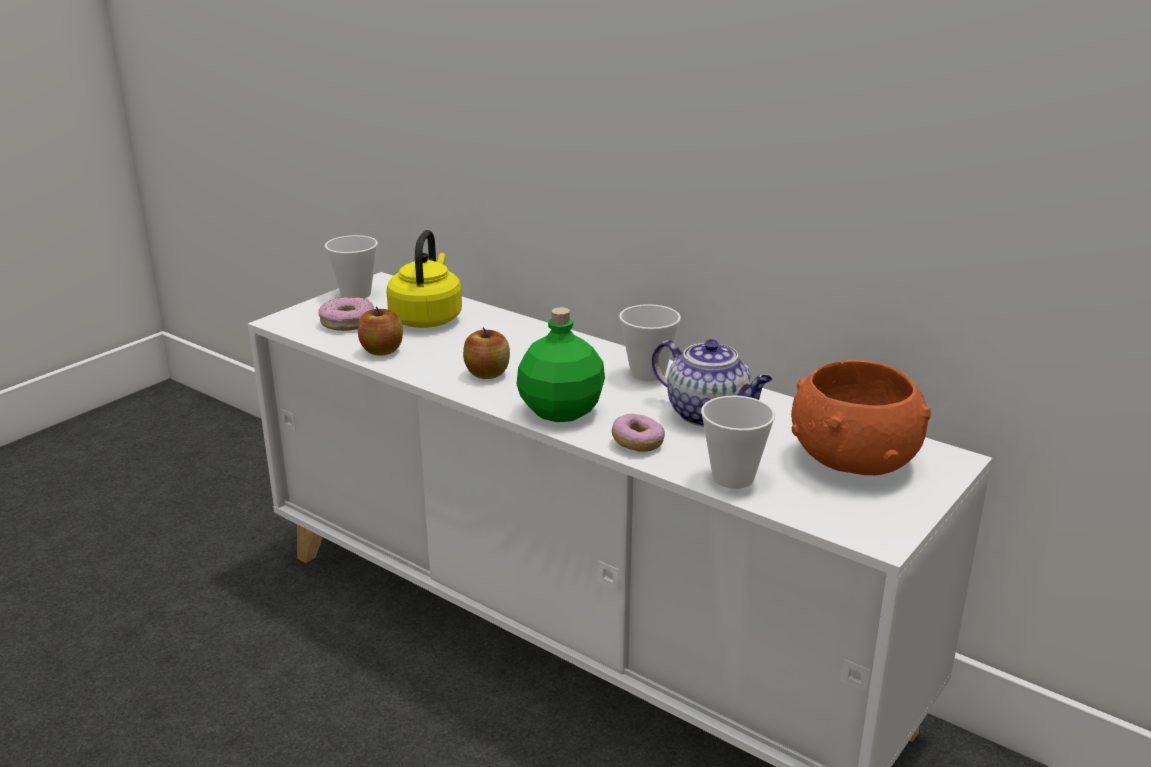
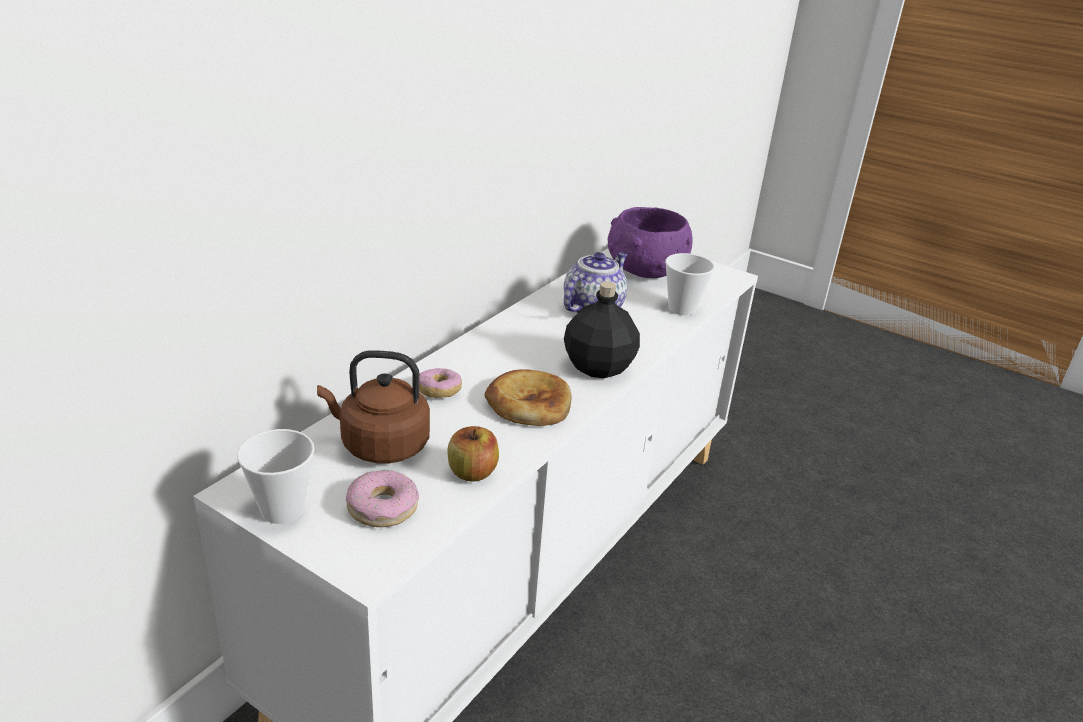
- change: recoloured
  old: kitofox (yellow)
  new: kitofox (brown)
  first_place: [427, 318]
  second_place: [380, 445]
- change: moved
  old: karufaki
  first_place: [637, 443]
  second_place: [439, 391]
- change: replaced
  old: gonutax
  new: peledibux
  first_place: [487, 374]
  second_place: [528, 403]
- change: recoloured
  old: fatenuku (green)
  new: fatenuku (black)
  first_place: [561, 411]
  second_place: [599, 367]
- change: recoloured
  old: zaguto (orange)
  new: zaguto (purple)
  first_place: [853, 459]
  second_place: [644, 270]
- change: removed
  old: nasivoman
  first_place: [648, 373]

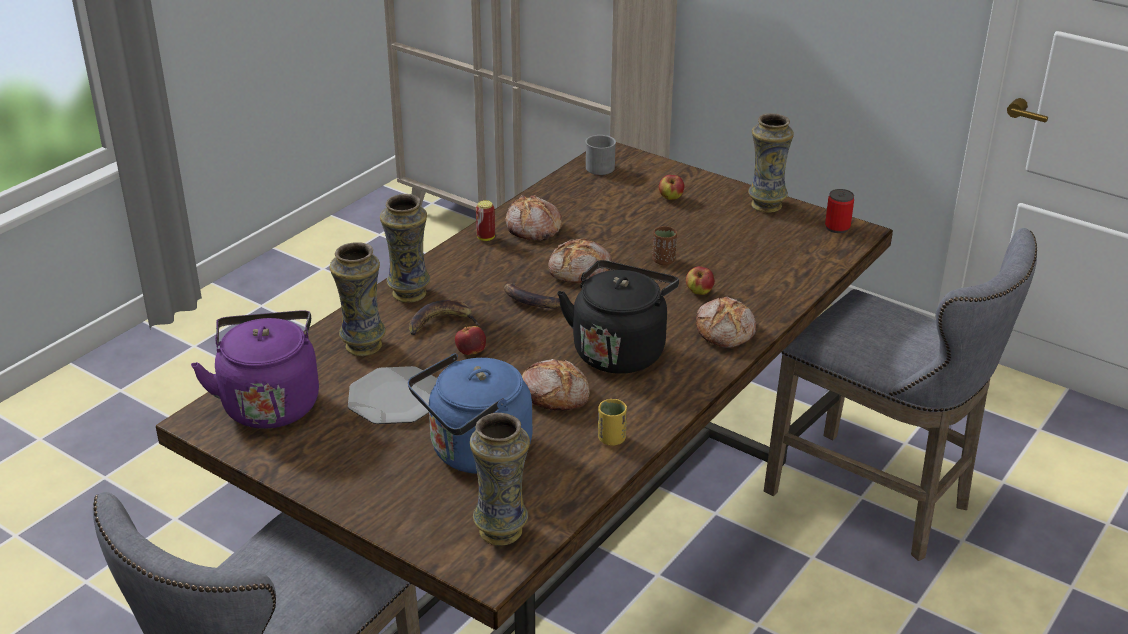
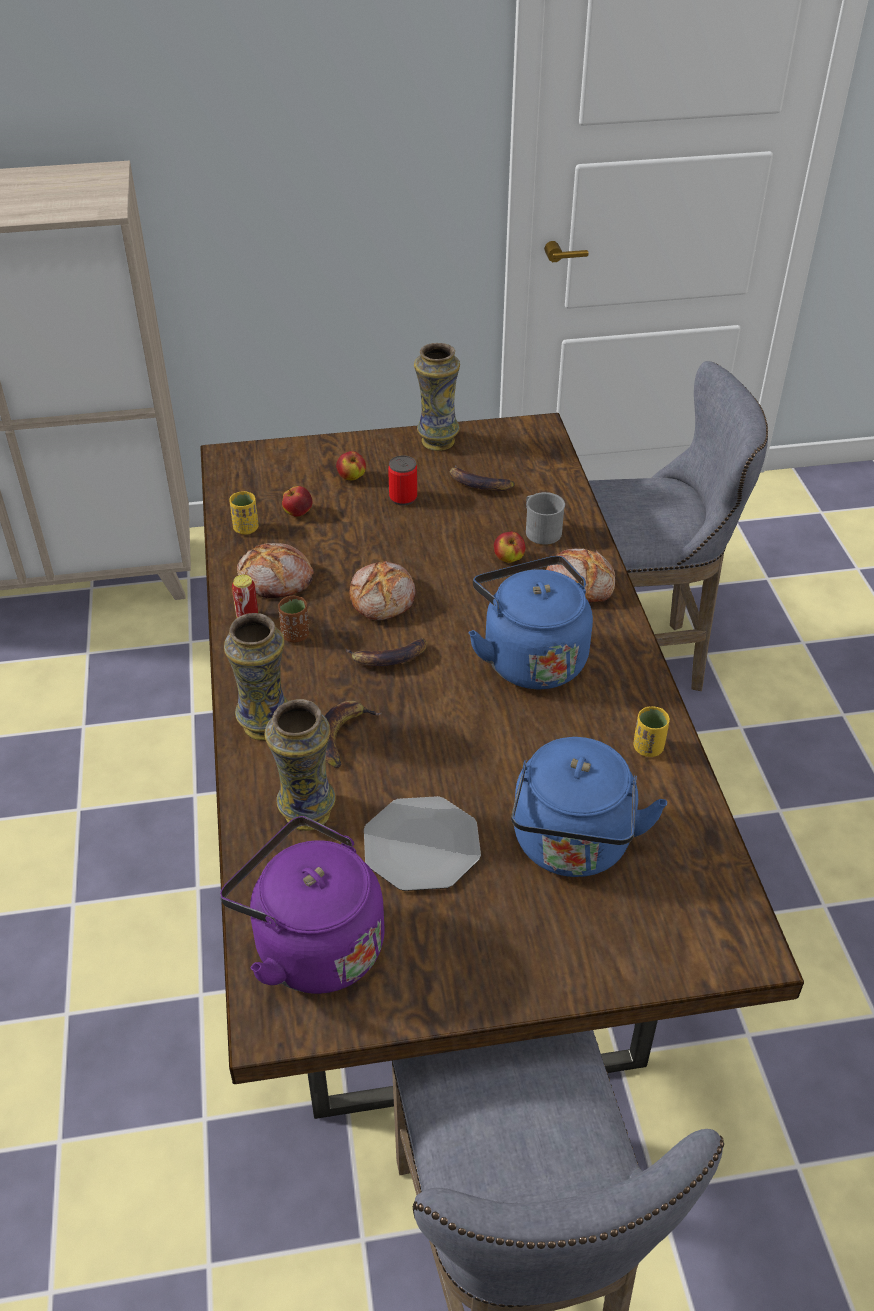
- change: added
  new: nasivoman (yellow)
  second_place: [246, 528]
- change: moved
  old: nasivoman (brown)
  first_place: [663, 260]
  second_place: [295, 635]
- change: moved
  old: gonutax
  first_place: [470, 352]
  second_place: [298, 513]
- change: moved
  old: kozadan
  first_place: [837, 227]
  second_place: [403, 498]
- change: added
  new: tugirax
  second_place: [478, 484]
- change: recoloured
  old: kitofox (black)
  new: kitofox (blue)
  first_place: [620, 350]
  second_place: [530, 657]
- change: moved
  old: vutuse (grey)
  first_place: [601, 166]
  second_place: [540, 530]
- change: removed
  old: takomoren
  first_place: [502, 530]
- change: removed
  old: peledibux
  first_place: [554, 394]

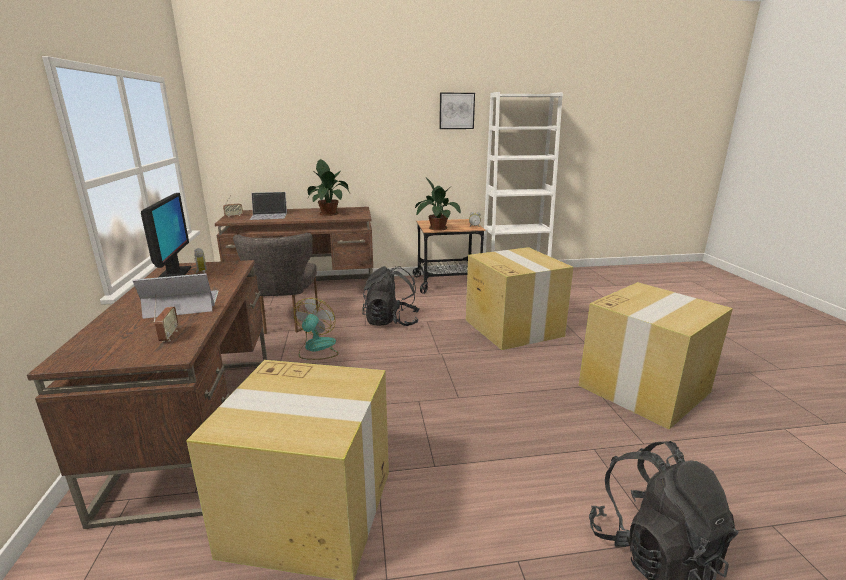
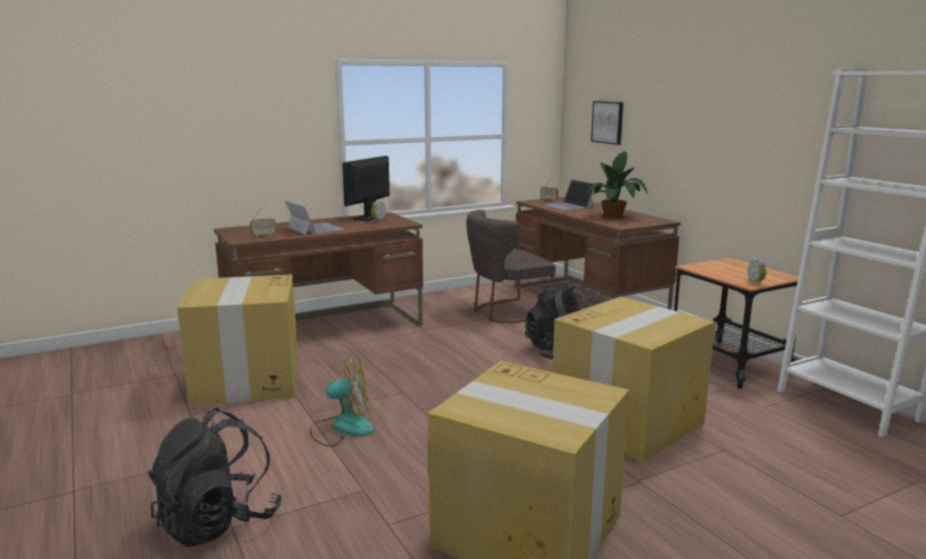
- change: moved
  old: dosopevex
  first_place: [317, 348]
  second_place: [342, 428]
- change: turned
  old: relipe
  first_place: [174, 274]
  second_place: [370, 217]
  degrees: 150
- change: moved
  old: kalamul
  first_place: [456, 111]
  second_place: [608, 122]
- change: removed
  old: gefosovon
  first_place: [436, 228]

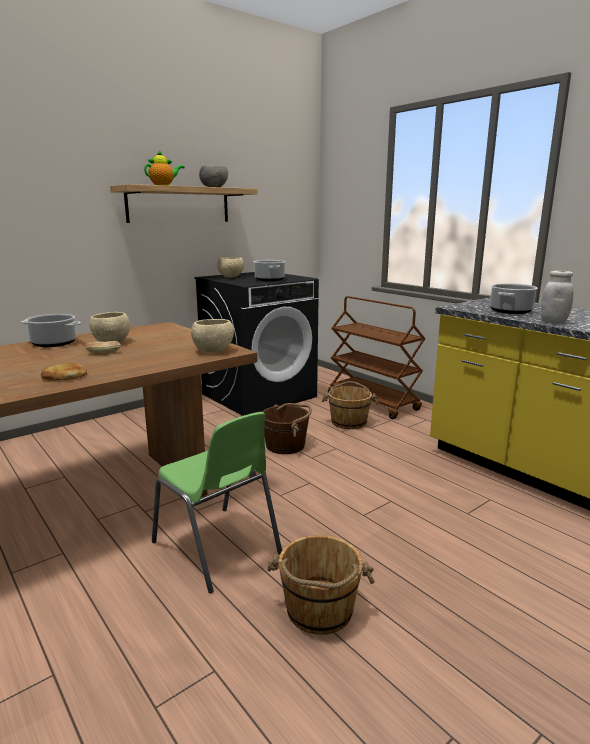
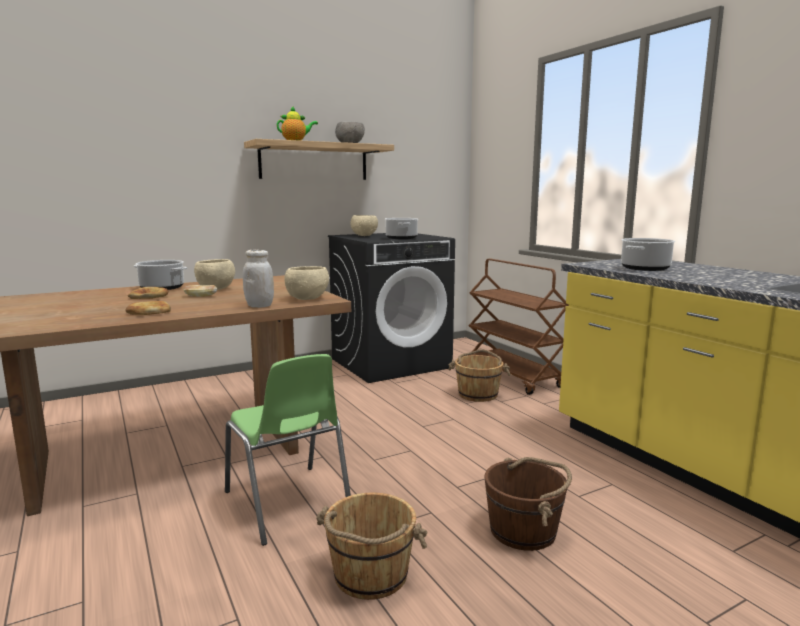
- change: added
  new: peledibux
  second_place: [149, 296]
- change: moved
  old: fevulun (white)
  first_place: [553, 322]
  second_place: [259, 306]
- change: moved
  old: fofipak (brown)
  first_place: [286, 445]
  second_place: [524, 530]

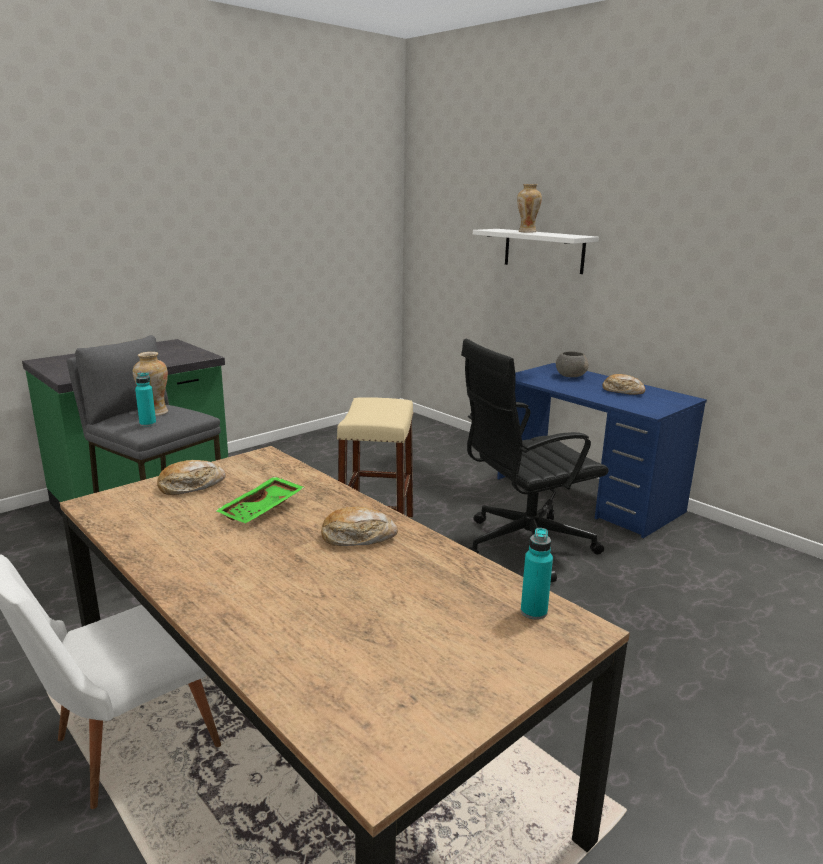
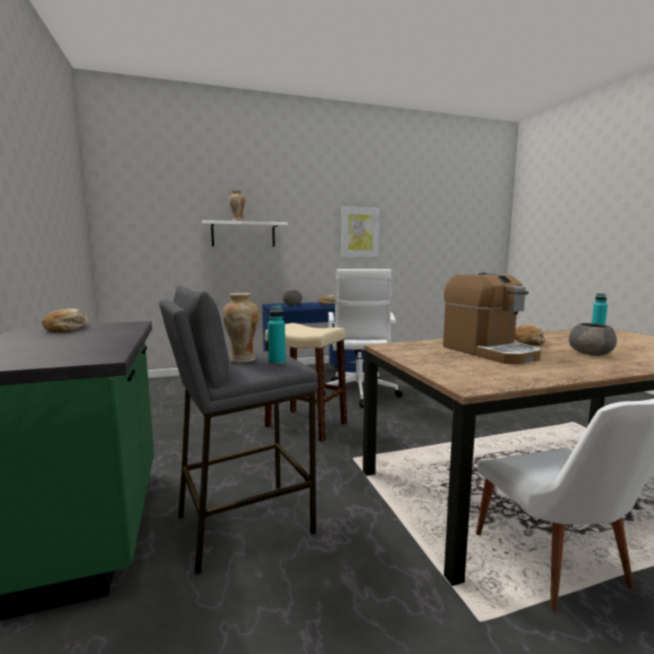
- change: moved
  old: peledibux
  first_place: [191, 486]
  second_place: [67, 329]
- change: recoloured
  old: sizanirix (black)
  new: sizanirix (white)
  first_place: [523, 546]
  second_place: [358, 394]
- change: added
  new: kalamul
  second_place: [359, 232]
- change: replaced
  old: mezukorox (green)
  new: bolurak
  first_place: [262, 510]
  second_place: [489, 352]
- change: added
  new: zaguto (grey)
  second_place: [591, 354]

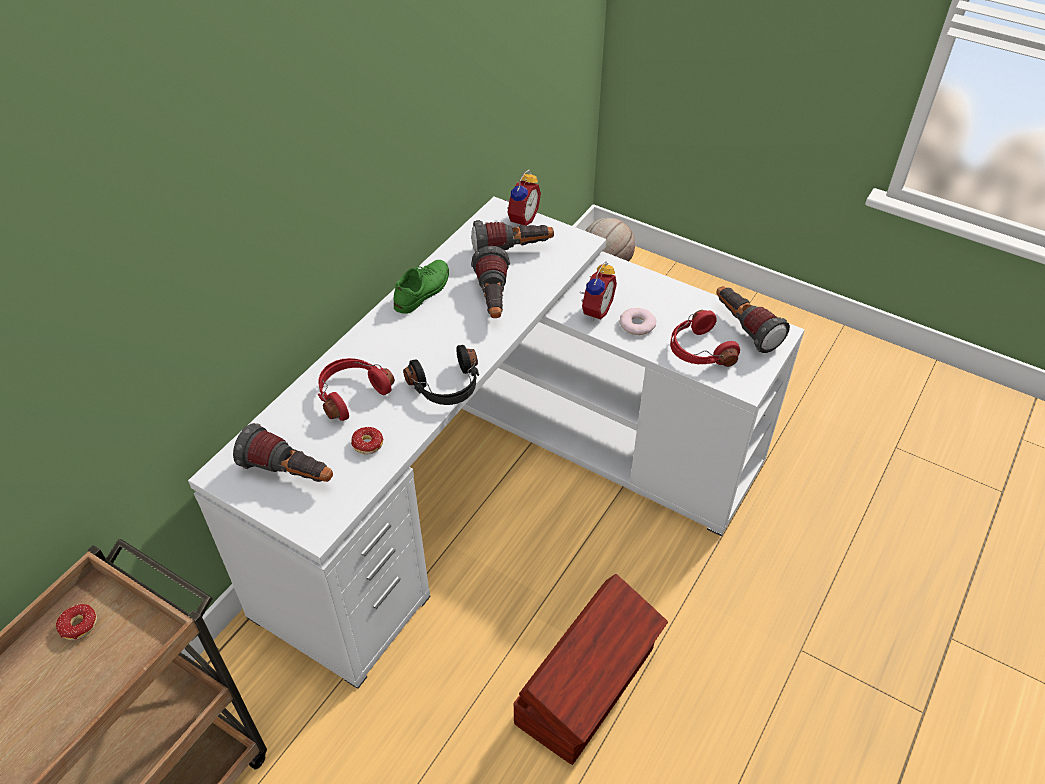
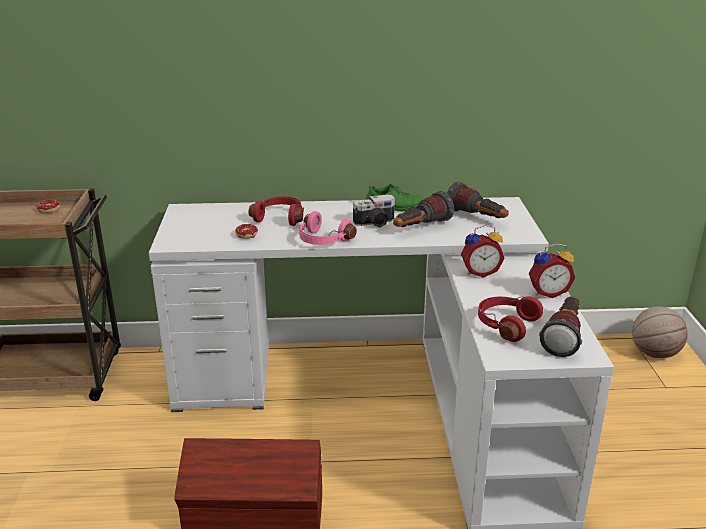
- change: recoloured
  old: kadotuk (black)
  new: kadotuk (pink)
  first_place: [447, 387]
  second_place: [322, 240]
- change: added
  new: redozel
  second_place: [375, 223]
- change: moved
  old: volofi
  first_place: [521, 219]
  second_place: [548, 292]
- change: removed
  old: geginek
  first_place: [290, 473]
- change: removed
  old: karufaki
  first_place: [637, 324]

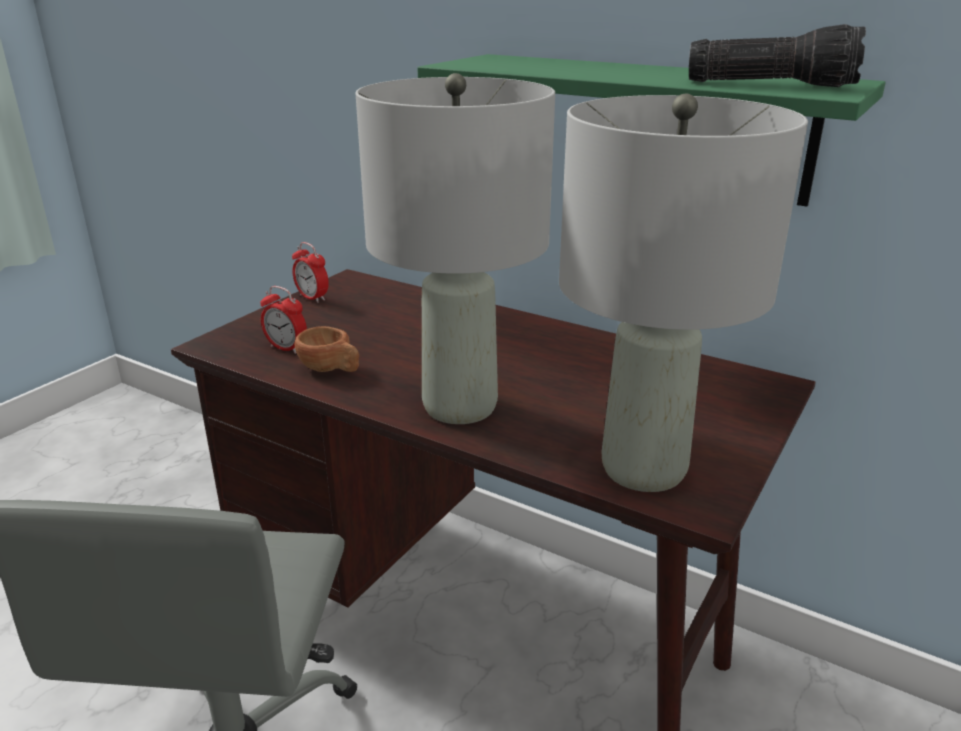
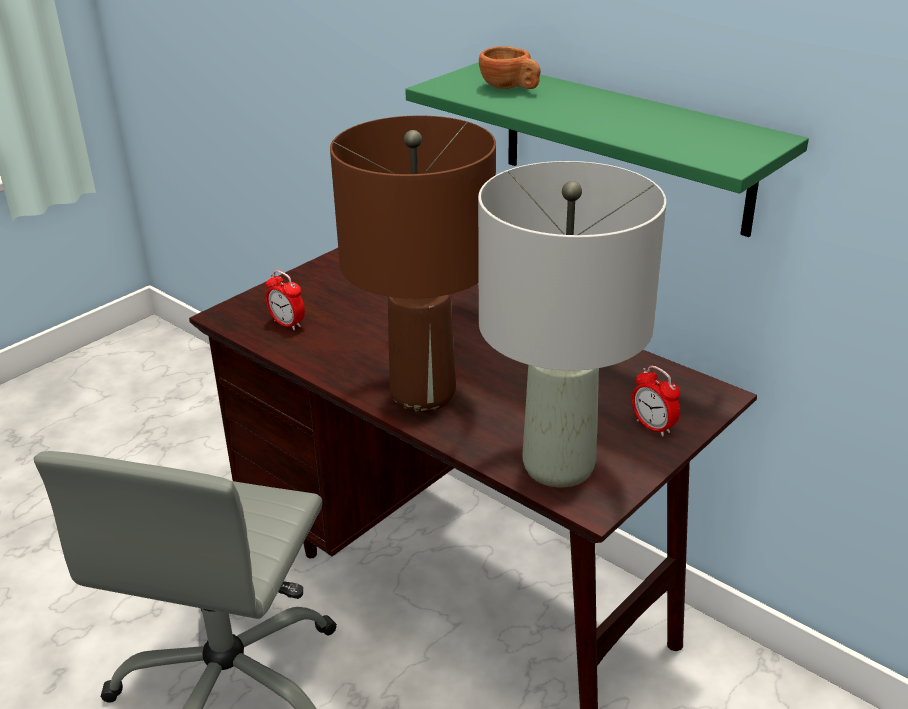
- change: recoloured
  old: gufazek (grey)
  new: gufazek (brown)
  first_place: [459, 405]
  second_place: [422, 394]
- change: moved
  old: nasivoman (brown)
  first_place: [331, 369]
  second_place: [510, 88]
- change: moved
  old: volofi
  first_place: [312, 298]
  second_place: [653, 427]
- change: removed
  old: geginek
  first_place: [771, 84]

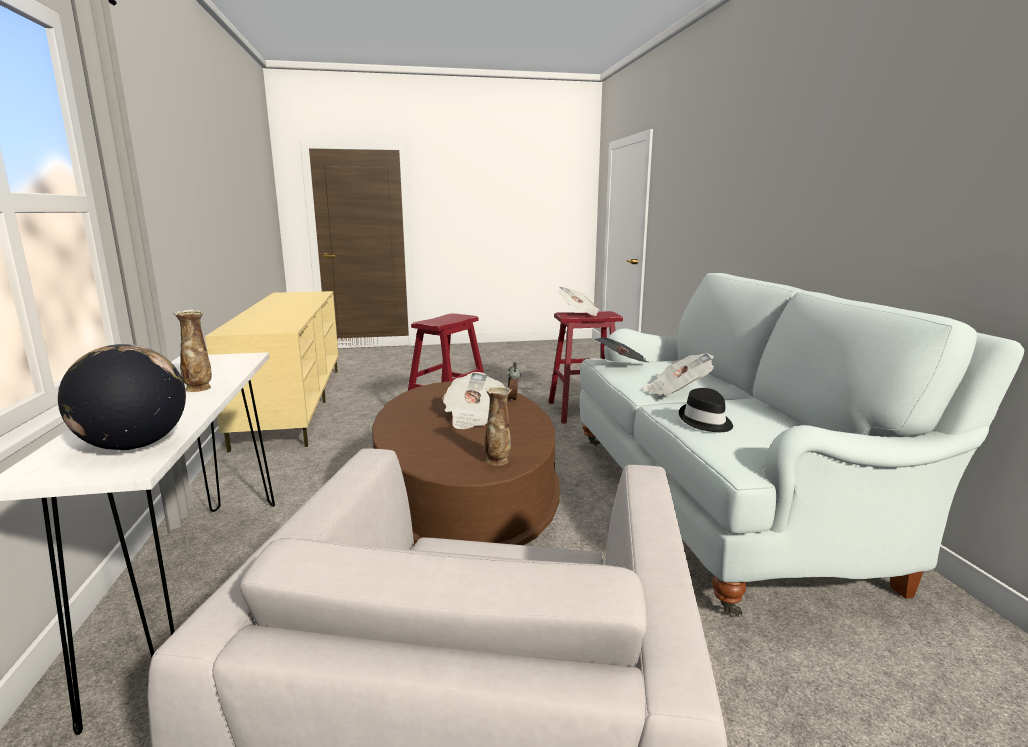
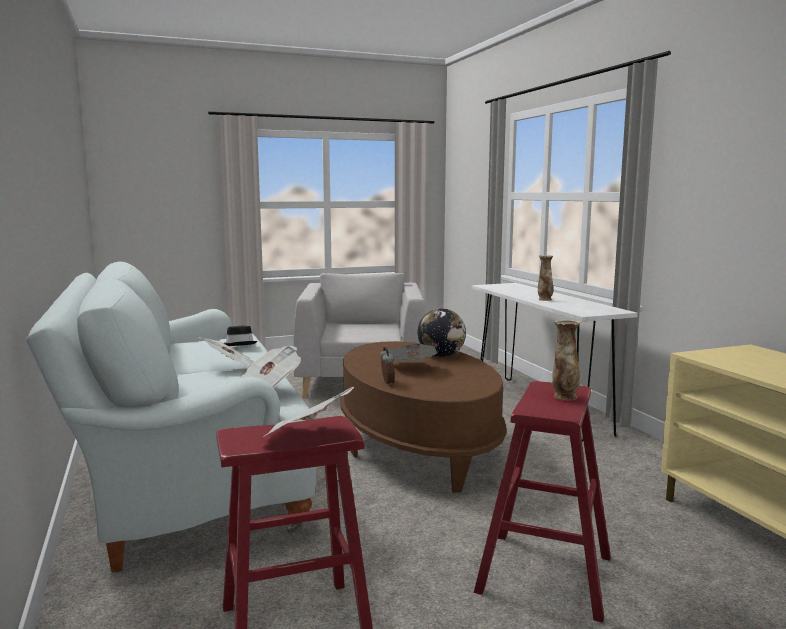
- change: moved
  old: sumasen
  first_place: [134, 446]
  second_place: [441, 355]
- change: moved
  old: takomoren
  first_place: [498, 461]
  second_place: [564, 397]

